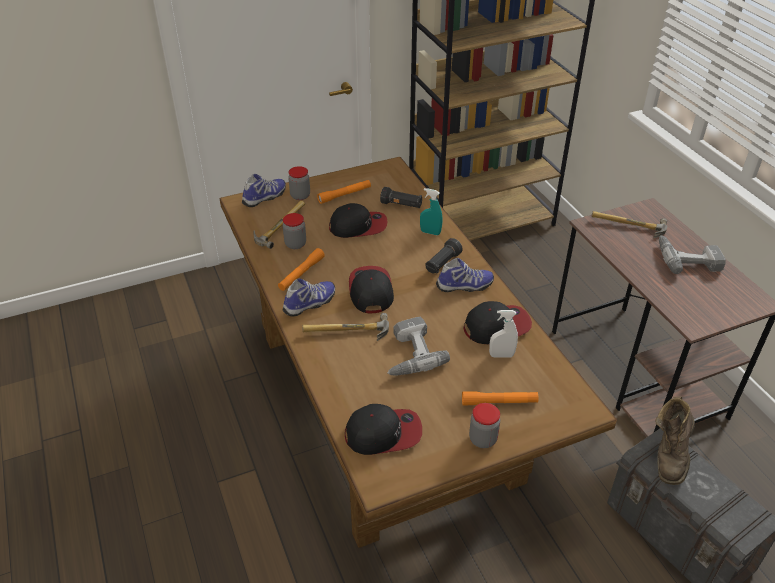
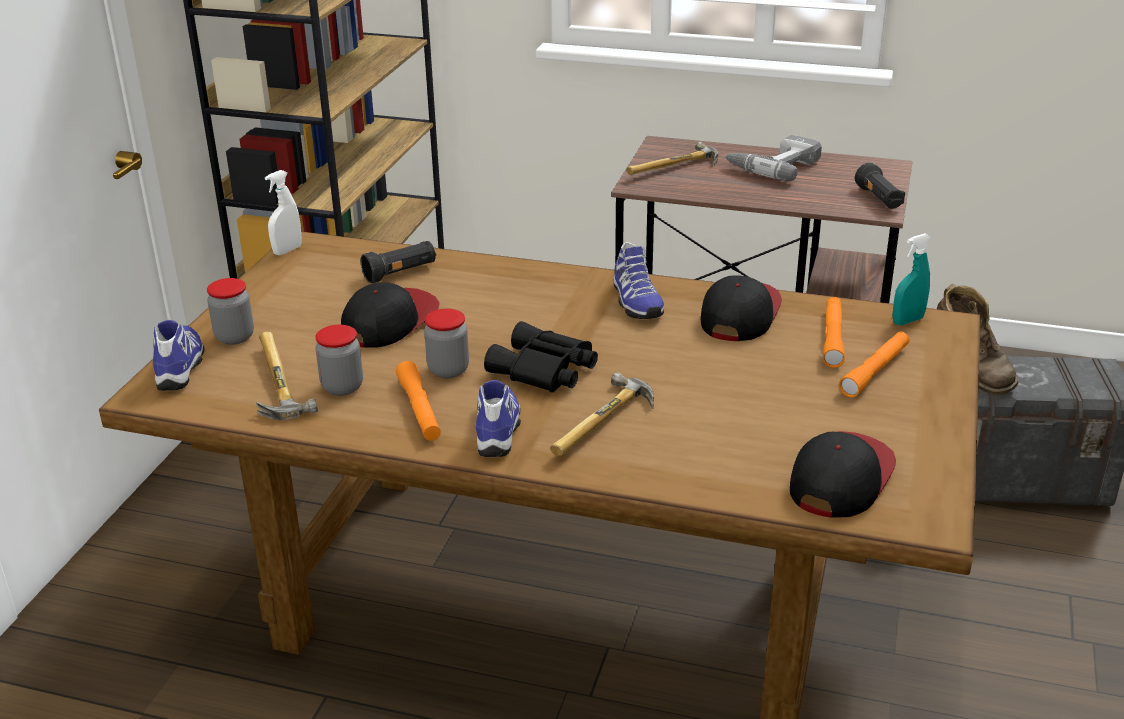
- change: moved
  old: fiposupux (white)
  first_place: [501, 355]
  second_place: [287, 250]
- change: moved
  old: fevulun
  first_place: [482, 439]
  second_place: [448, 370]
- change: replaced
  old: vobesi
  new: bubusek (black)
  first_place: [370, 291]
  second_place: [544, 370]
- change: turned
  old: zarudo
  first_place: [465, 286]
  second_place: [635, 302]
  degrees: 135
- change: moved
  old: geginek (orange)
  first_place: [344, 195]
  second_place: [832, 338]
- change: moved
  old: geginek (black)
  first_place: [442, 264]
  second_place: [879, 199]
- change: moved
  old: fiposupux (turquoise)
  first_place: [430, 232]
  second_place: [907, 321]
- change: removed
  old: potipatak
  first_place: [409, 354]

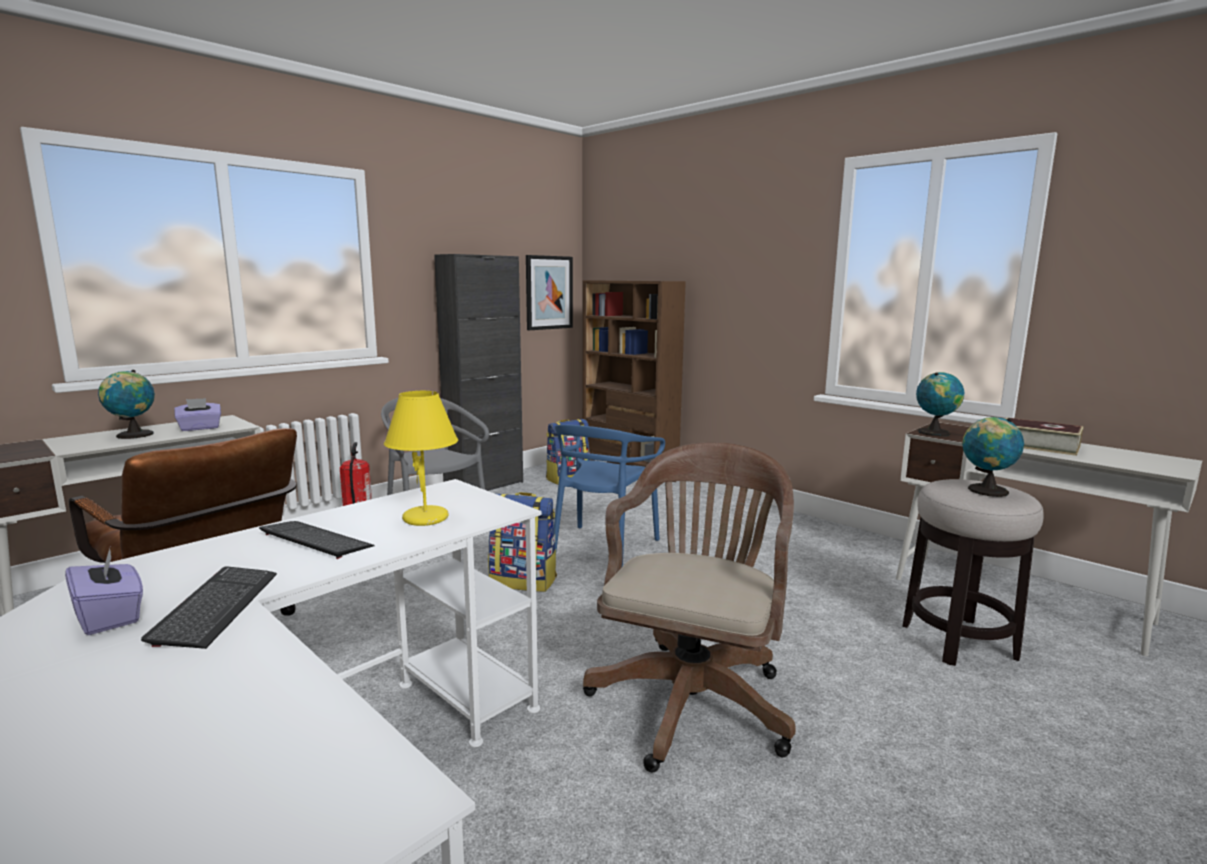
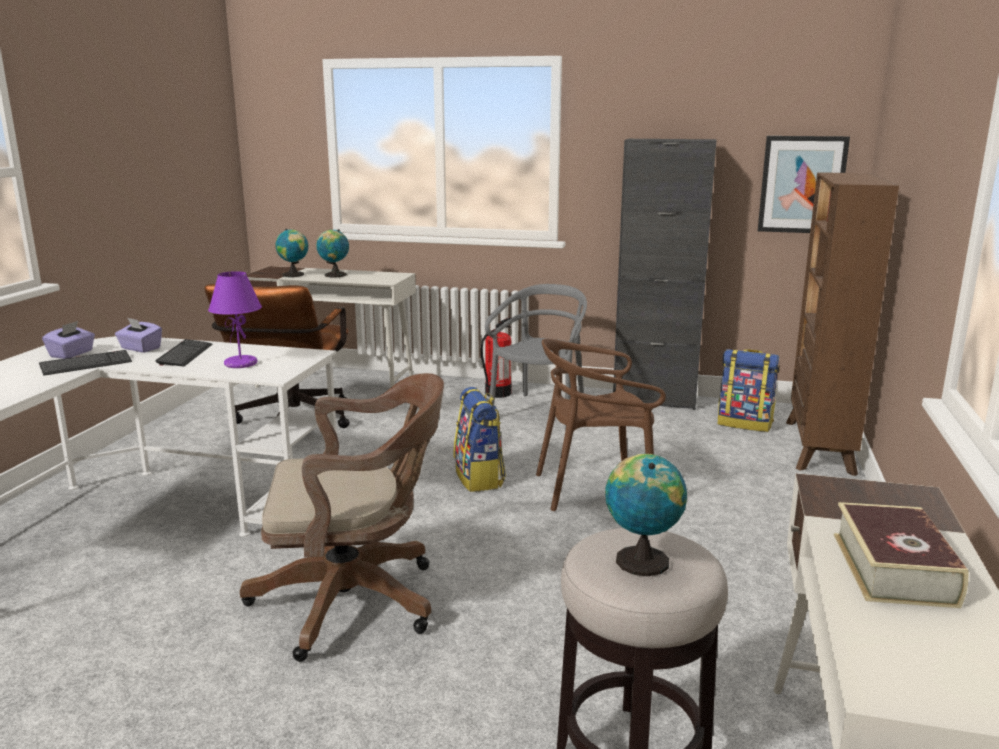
- change: moved
  old: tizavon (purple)
  first_place: [200, 428]
  second_place: [140, 348]
- change: recoloured
  old: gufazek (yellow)
  new: gufazek (purple)
  first_place: [426, 518]
  second_place: [240, 364]
- change: moved
  old: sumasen
  first_place: [935, 432]
  second_place: [294, 275]
- change: recoloured
  old: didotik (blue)
  new: didotik (brown)
  first_place: [603, 547]
  second_place: [594, 489]

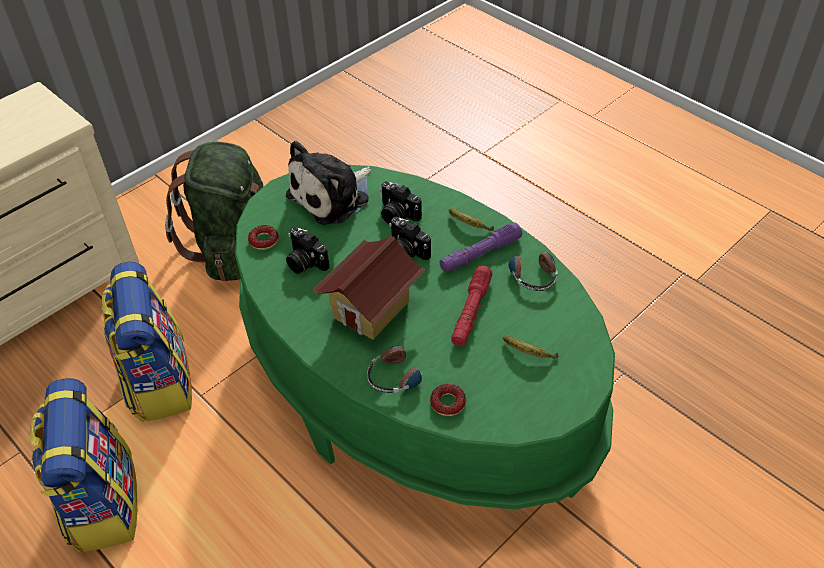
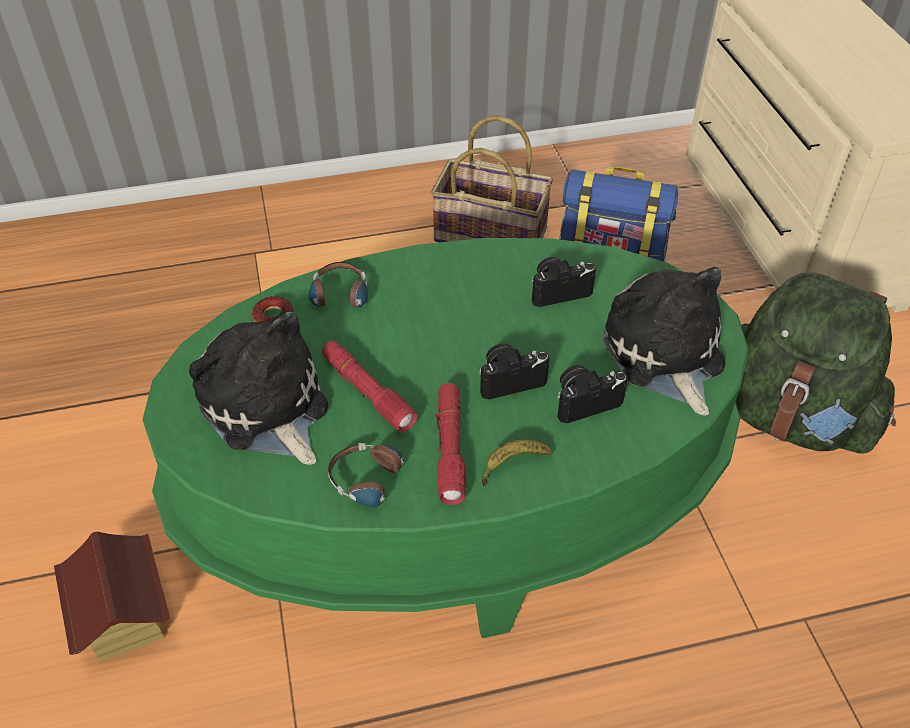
- change: moved
  old: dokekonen
  first_place: [372, 310]
  second_place: [124, 618]
- change: replaced
  old: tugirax
  new: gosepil
  first_place: [528, 353]
  second_place: [266, 409]
- change: replaced
  old: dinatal
  new: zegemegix
  first_place: [102, 503]
  second_place: [491, 234]
- change: recoloured
  old: geginek (purple)
  new: geginek (red)
  first_place: [480, 254]
  second_place: [450, 448]
- change: removed
  old: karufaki
  first_place: [264, 240]

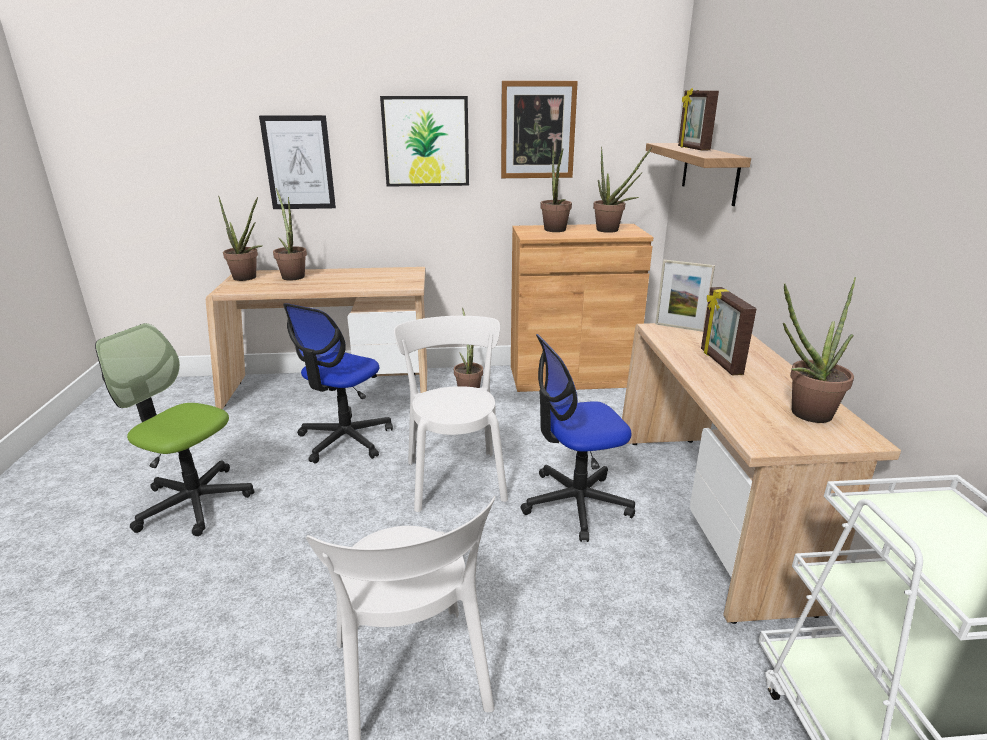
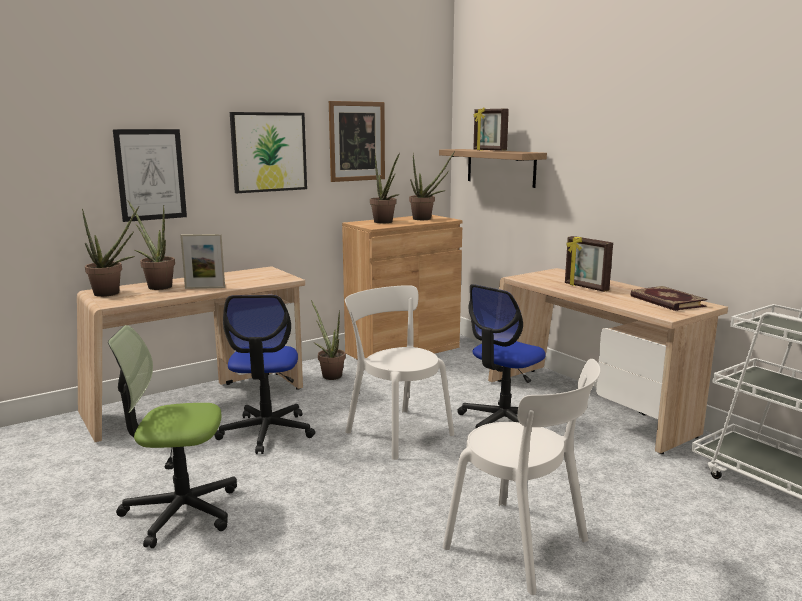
- change: moved
  old: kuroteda
  first_place: [679, 327]
  second_place: [205, 288]
- change: replaced
  old: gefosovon
  new: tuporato
  first_place: [804, 415]
  second_place: [666, 301]

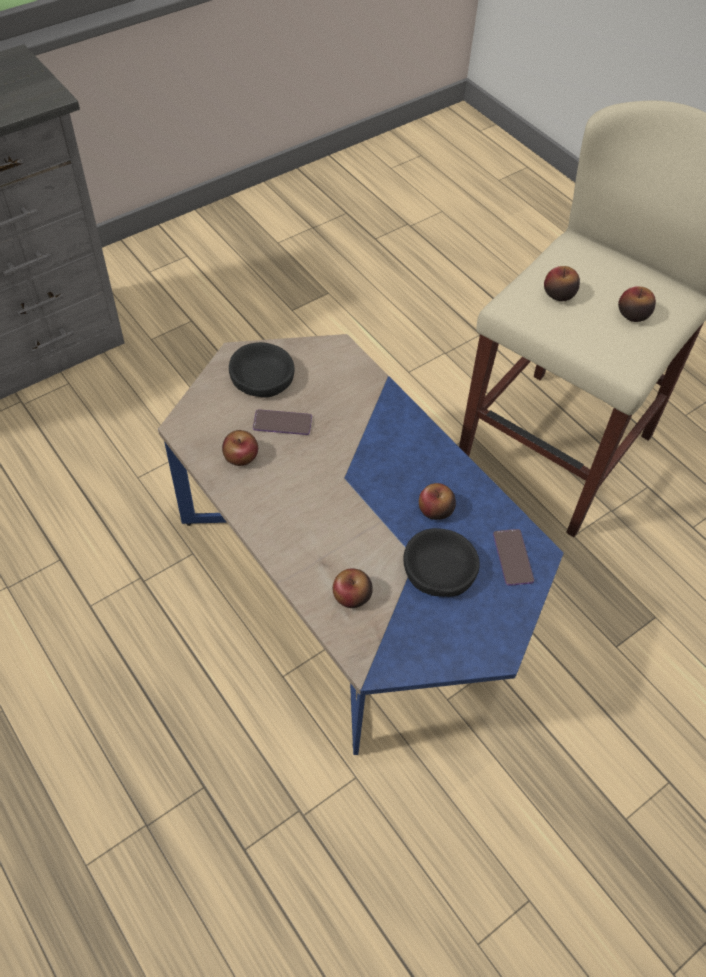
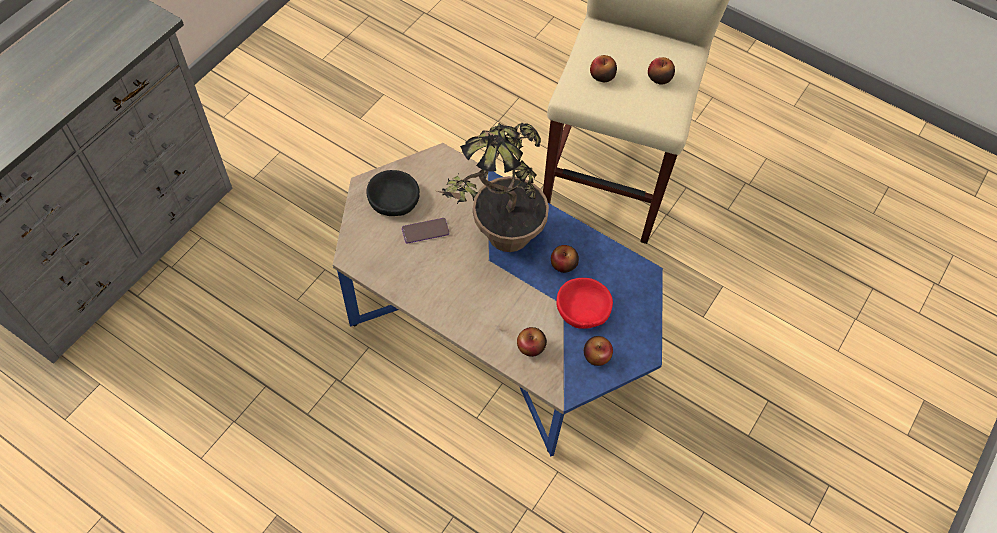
- change: added
  new: gefosovon
  second_place: [497, 244]
- change: recoloured
  old: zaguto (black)
  new: zaguto (red)
  first_place: [439, 569]
  second_place: [583, 307]
- change: moved
  old: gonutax
  first_place: [241, 456]
  second_place: [596, 355]
- change: removed
  old: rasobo
  first_place: [513, 557]

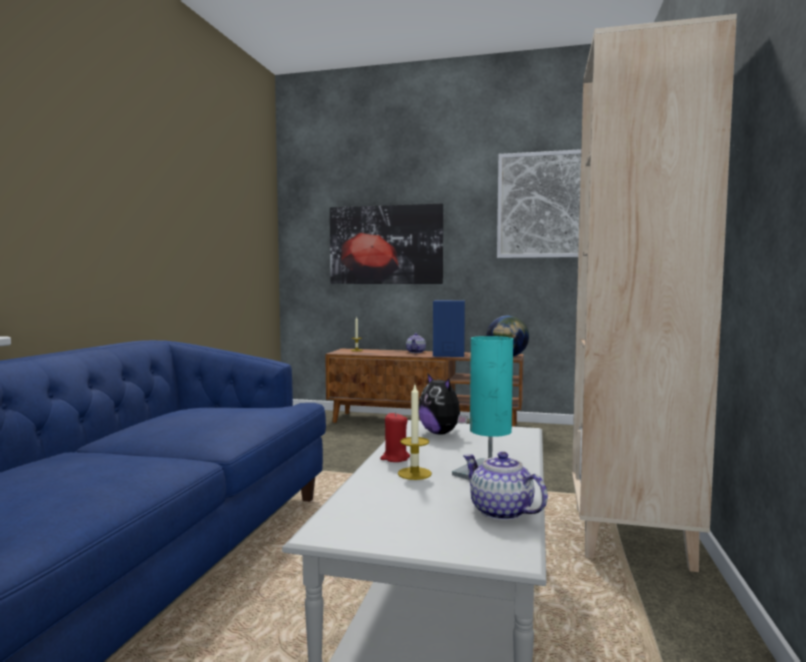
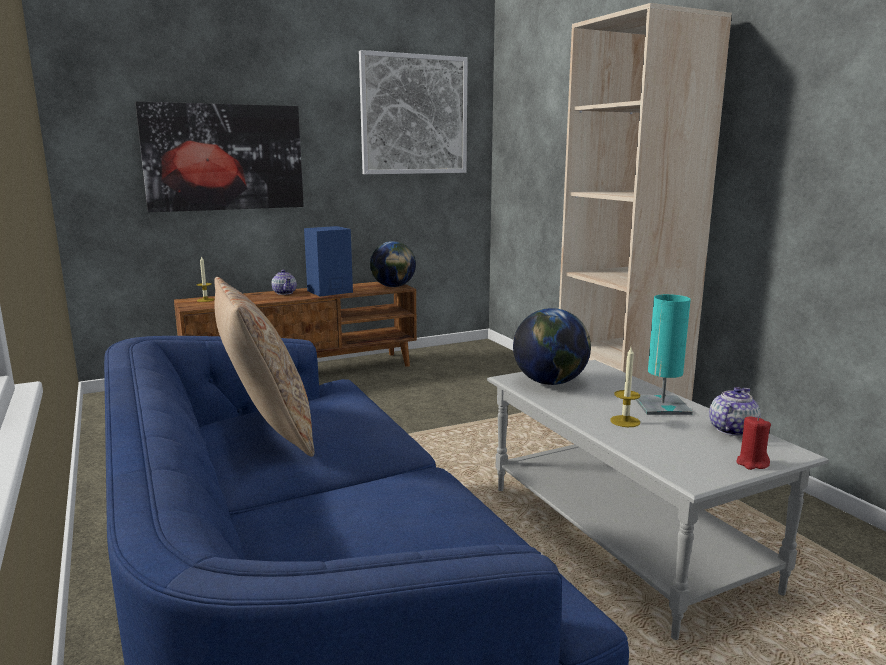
- change: added
  new: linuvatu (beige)
  second_place: [266, 430]
- change: replaced
  old: gosepil
  new: sumasen
  first_place: [441, 433]
  second_place: [550, 382]
- change: turned
  old: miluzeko
  first_place: [501, 512]
  second_place: [731, 430]
  degrees: 120
- change: moved
  old: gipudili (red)
  first_place: [395, 458]
  second_place: [752, 463]

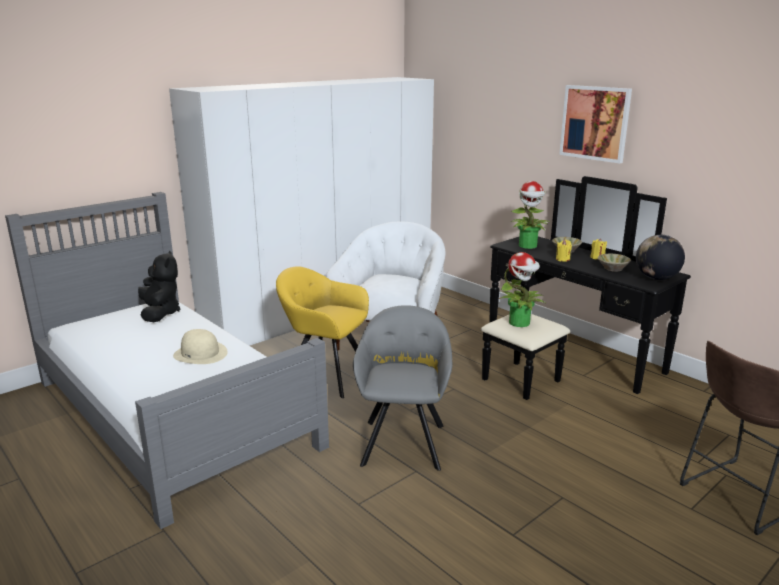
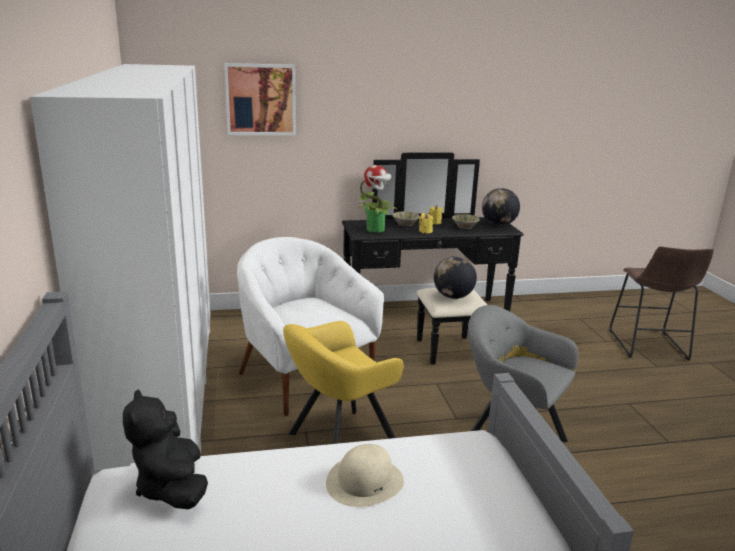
- change: turned
  old: gosepil (black)
  first_place: [160, 313]
  second_place: [172, 487]
  degrees: -120
- change: moved
  old: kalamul
  first_place: [595, 123]
  second_place: [261, 99]
- change: replaced
  old: gefosovon
  new: sumasen
  first_place: [520, 323]
  second_place: [453, 297]

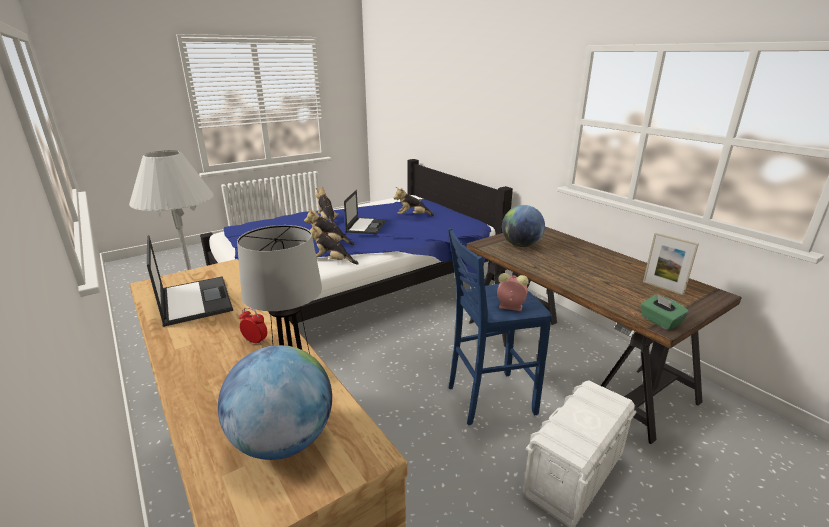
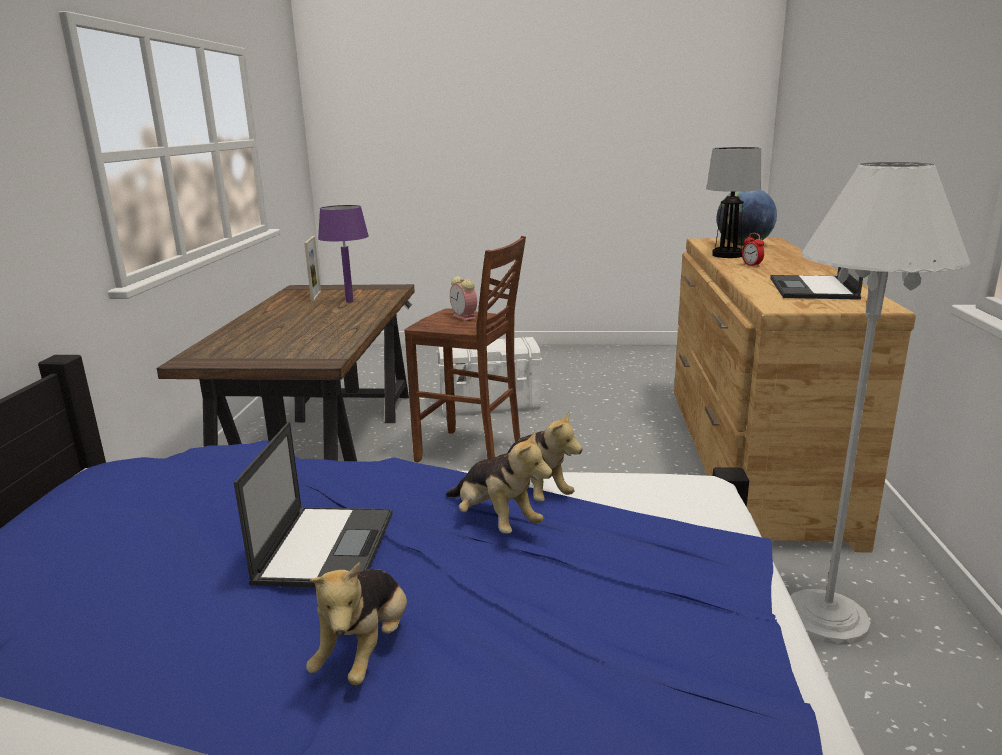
- change: turned
  old: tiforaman
  first_place: [366, 226]
  second_place: [326, 546]
  degrees: 135
- change: added
  new: gufazek (purple)
  second_place: [349, 301]
- change: recoloured
  old: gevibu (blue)
  new: gevibu (brown)
  first_place: [488, 399]
  second_place: [472, 453]
- change: removed
  old: gosepil
  first_place: [412, 216]
- change: removed
  old: sumasen
  first_place: [521, 245]
- change: removed
  old: tizavon (green)
  first_place: [660, 321]

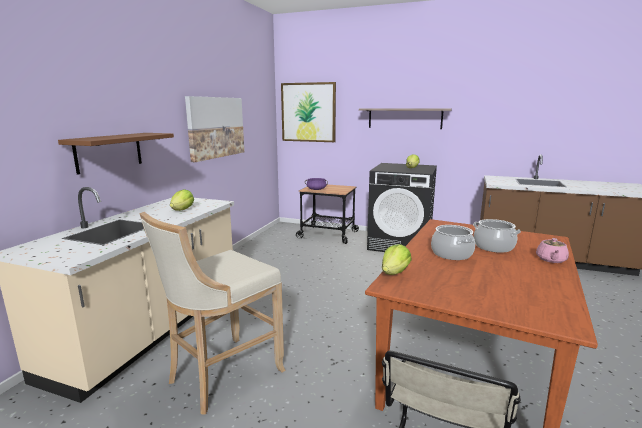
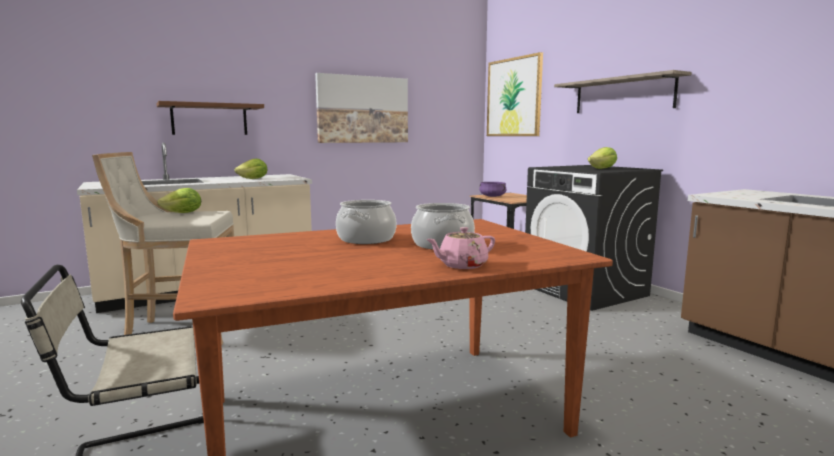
- change: moved
  old: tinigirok
  first_place: [395, 273]
  second_place: [183, 213]

